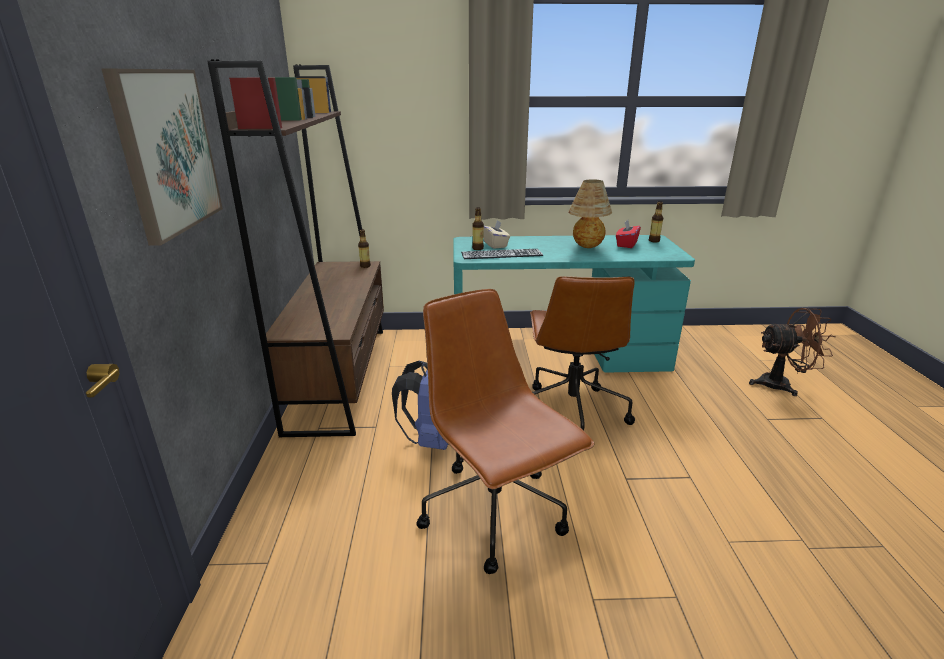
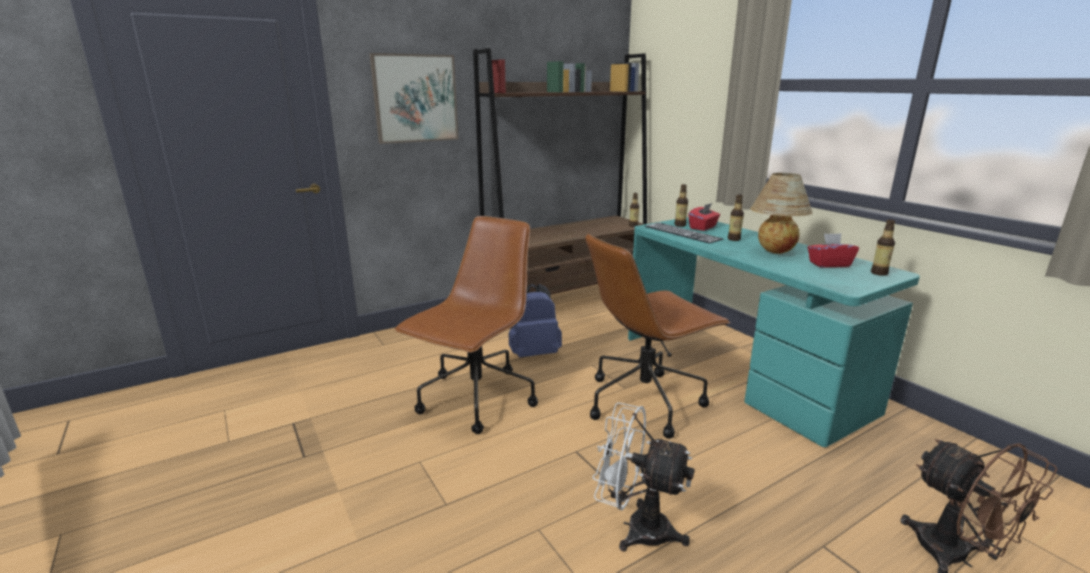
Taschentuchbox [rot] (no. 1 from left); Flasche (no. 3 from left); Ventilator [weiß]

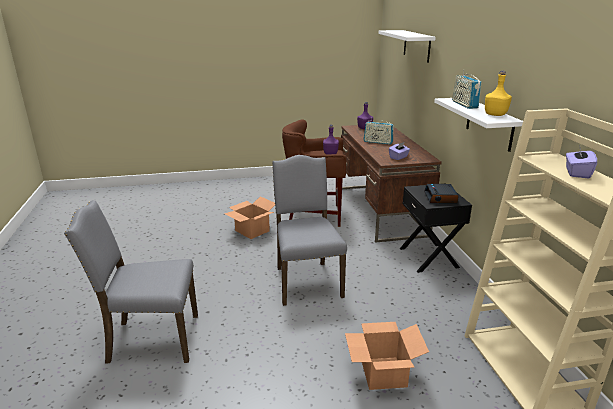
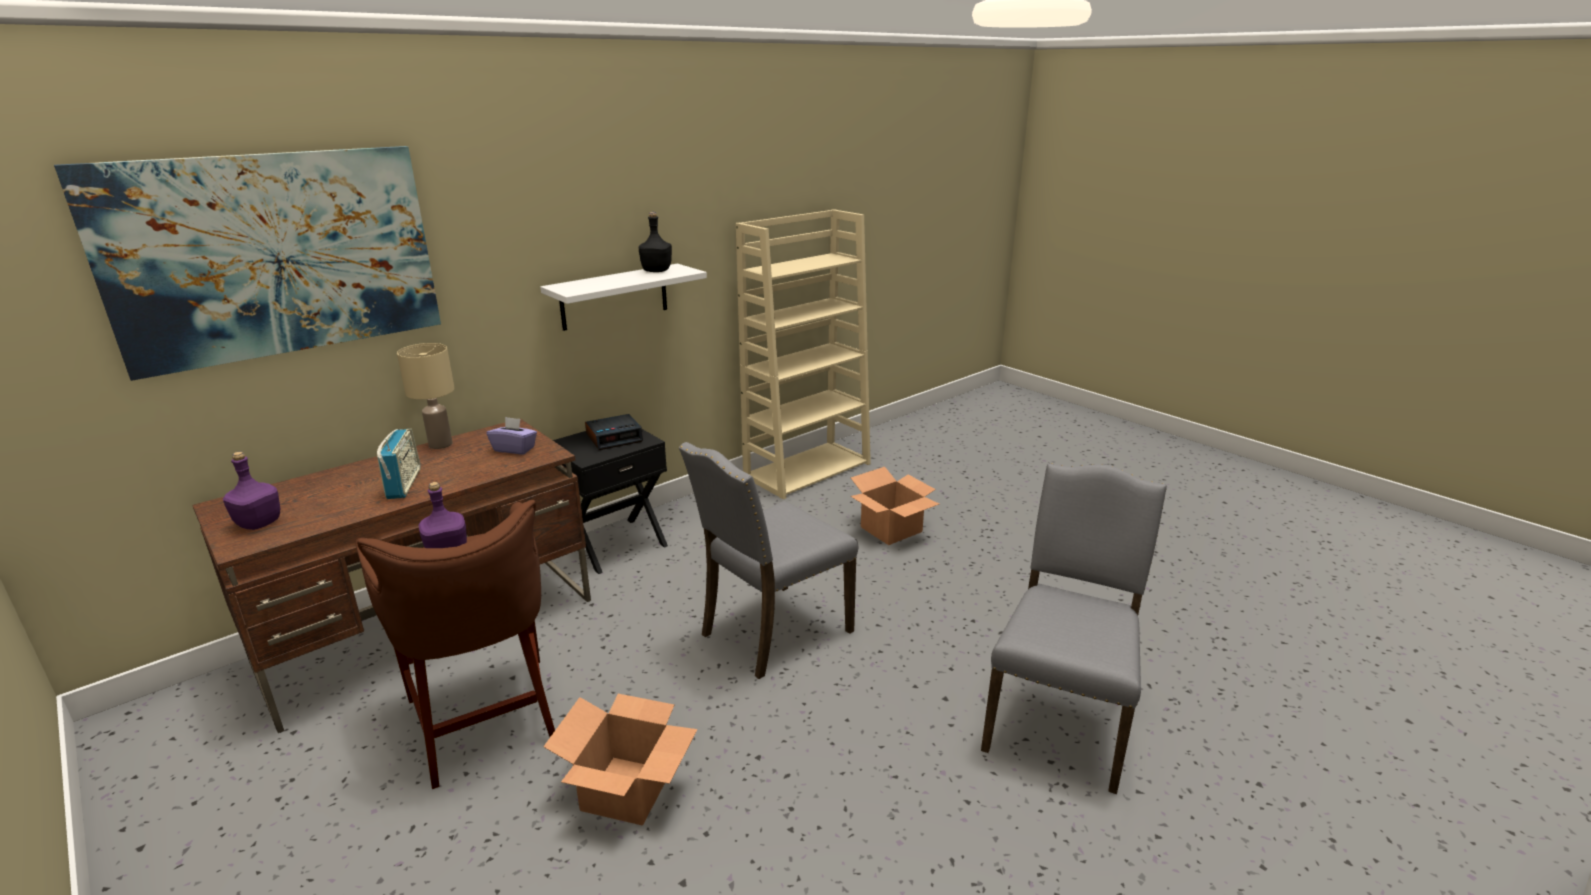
Bild; Radio (no. 2 from left in the first image); Flasche [schwarz]; Taschentuchbox [lila] (no. 2 from left in the first image); Stuhl [grau] (no. 2 from left); Tischlampe [beige]

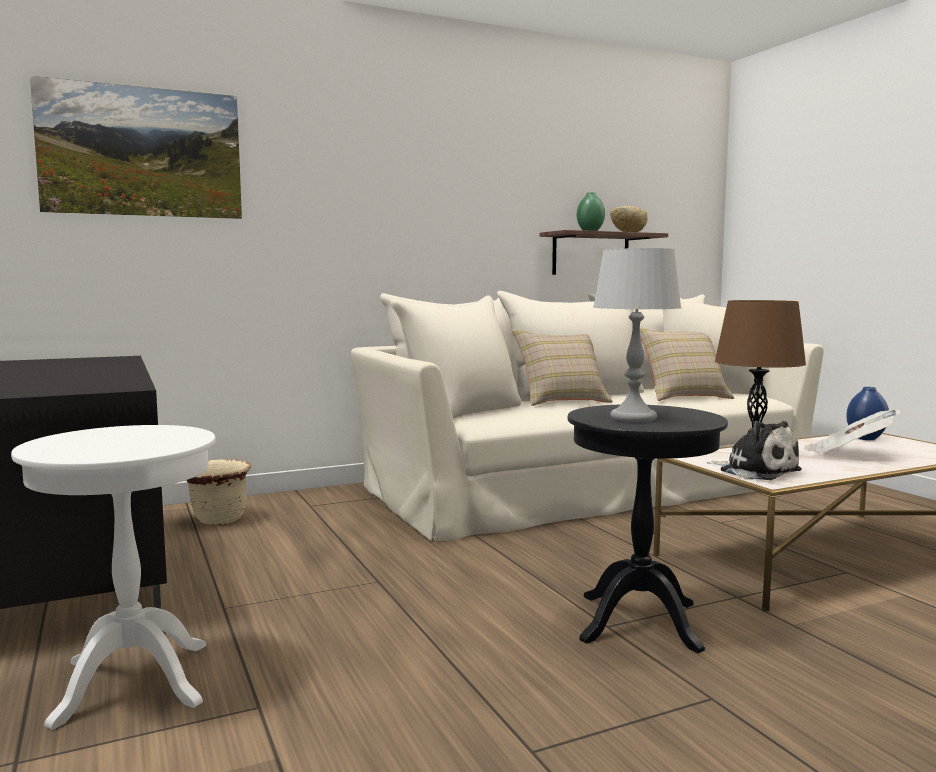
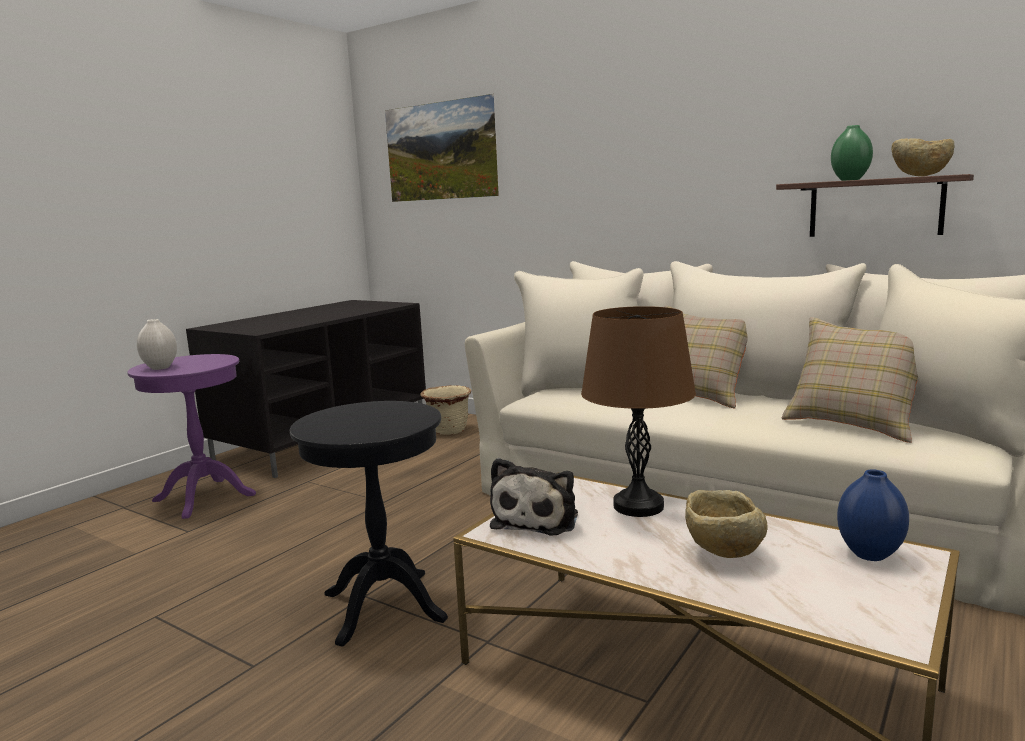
Tischlampe [grau]; Schüssel [beige] (no. 1 from left); Beistelltisch [lila]; Vase [weiß]

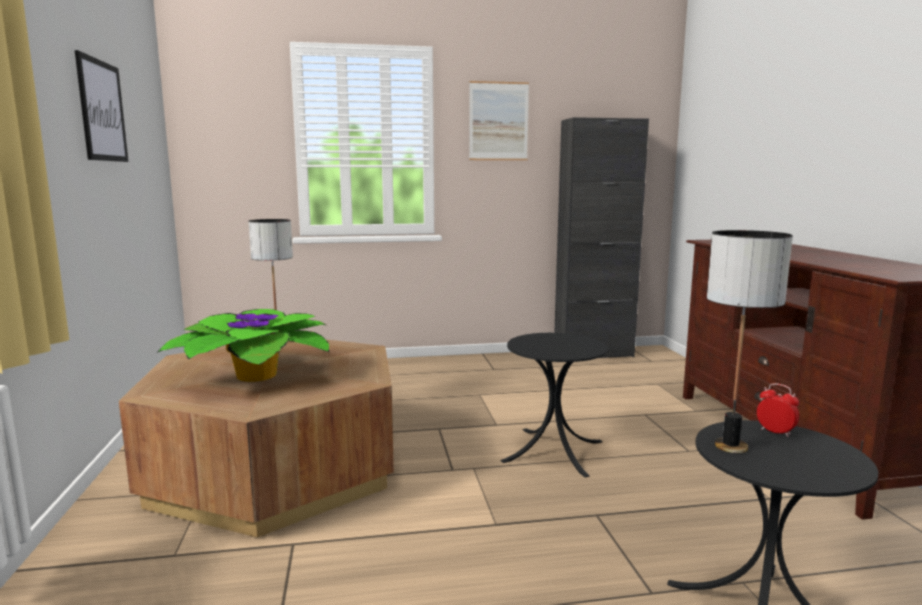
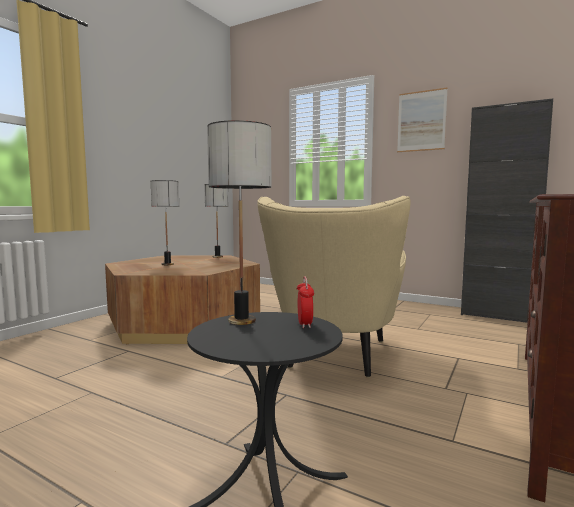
Bild (no. 1 from left in the first image); Tischlampe (no. 1 from left); Sessel [beige]

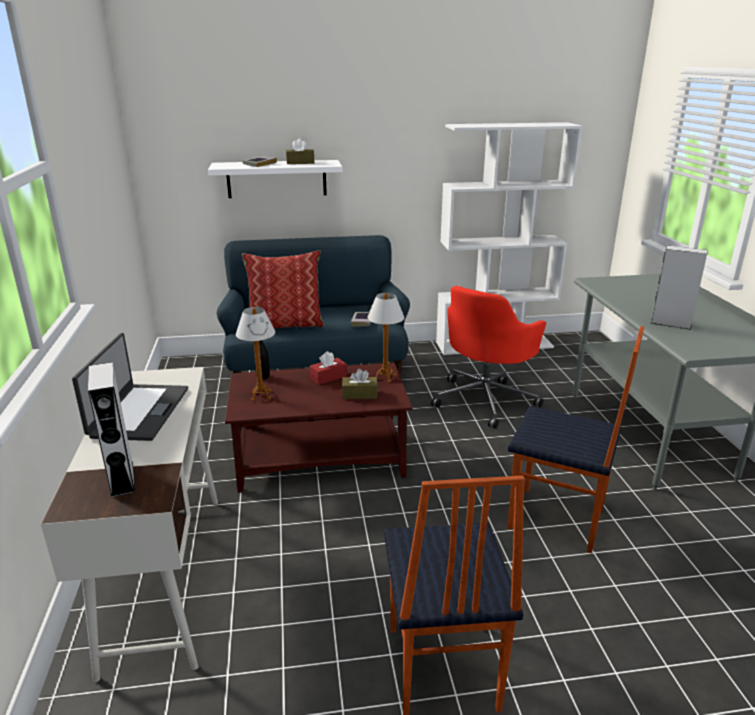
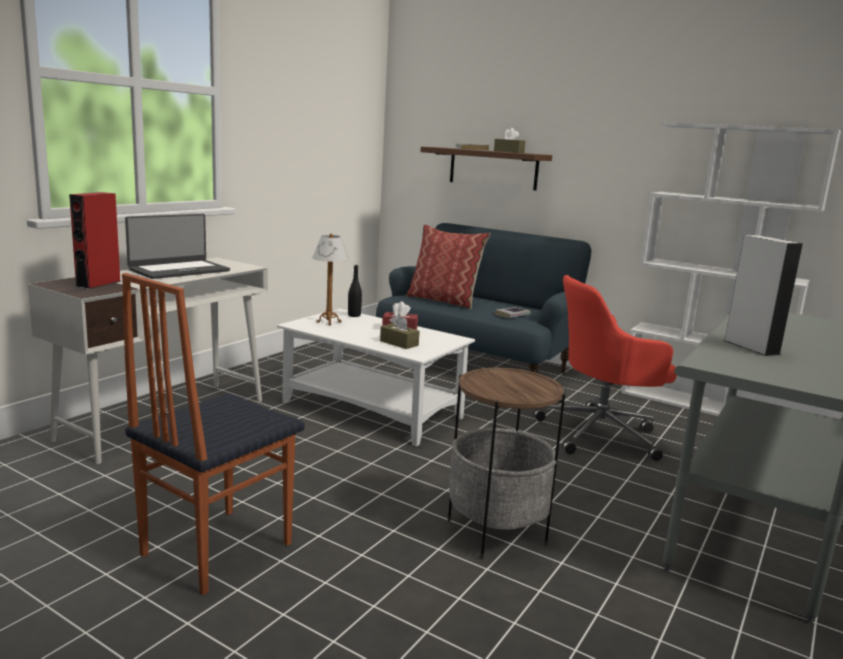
Wandregal [braun]; Tischlampe (no. 2 from left in the first image); Beistelltisch; Lautsprecher [rot]; Couchtisch [weiß]

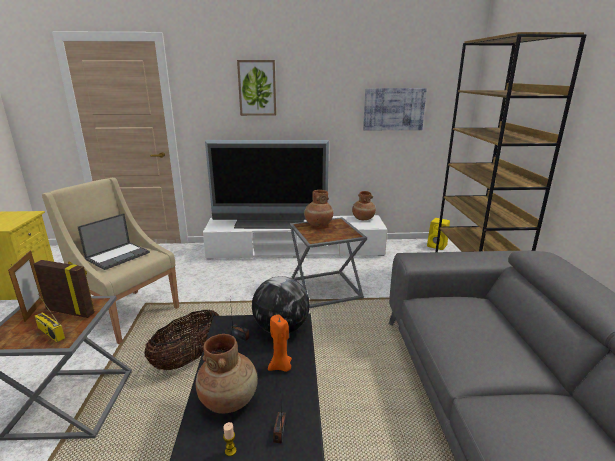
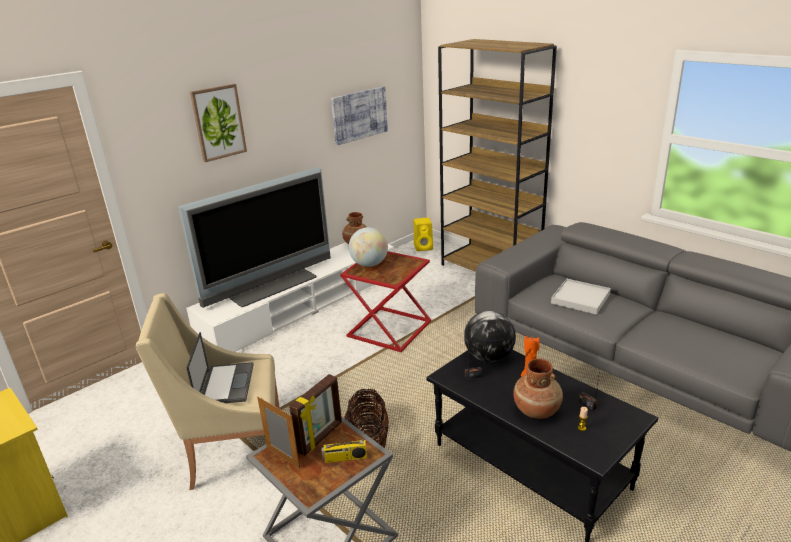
Globus (no. 1 from left); Beistelltisch [rot]; Bilderrahmen (no. 2 from left); Tablett [weiß]

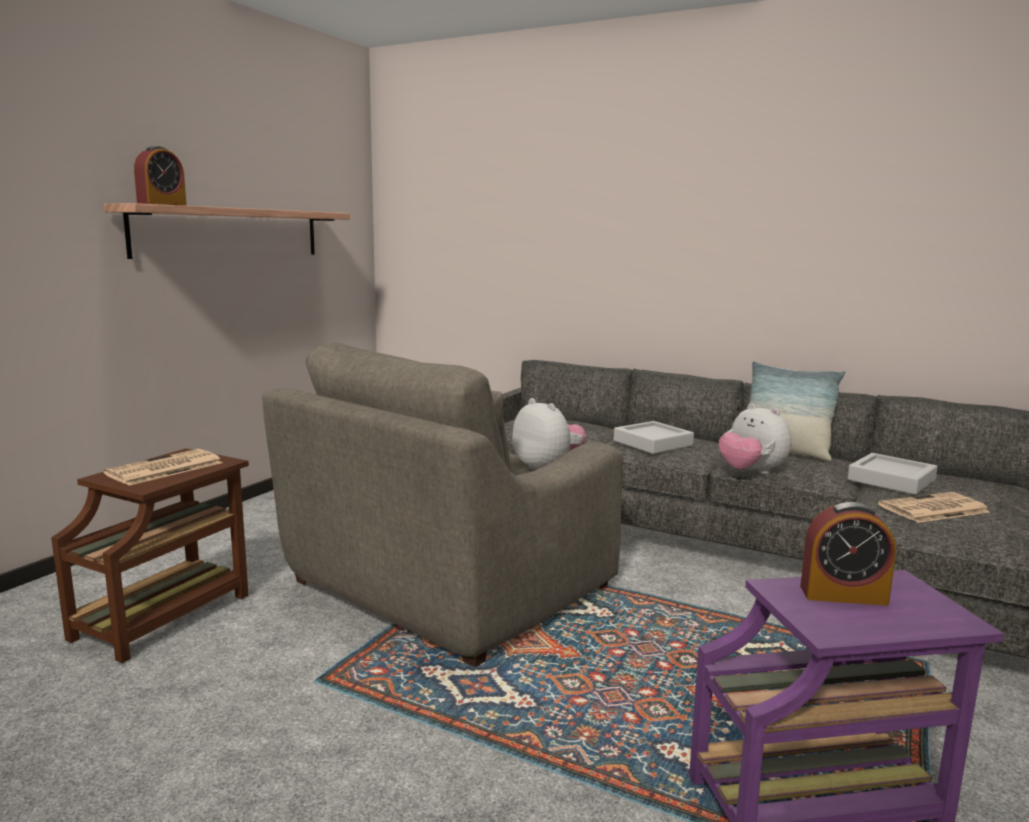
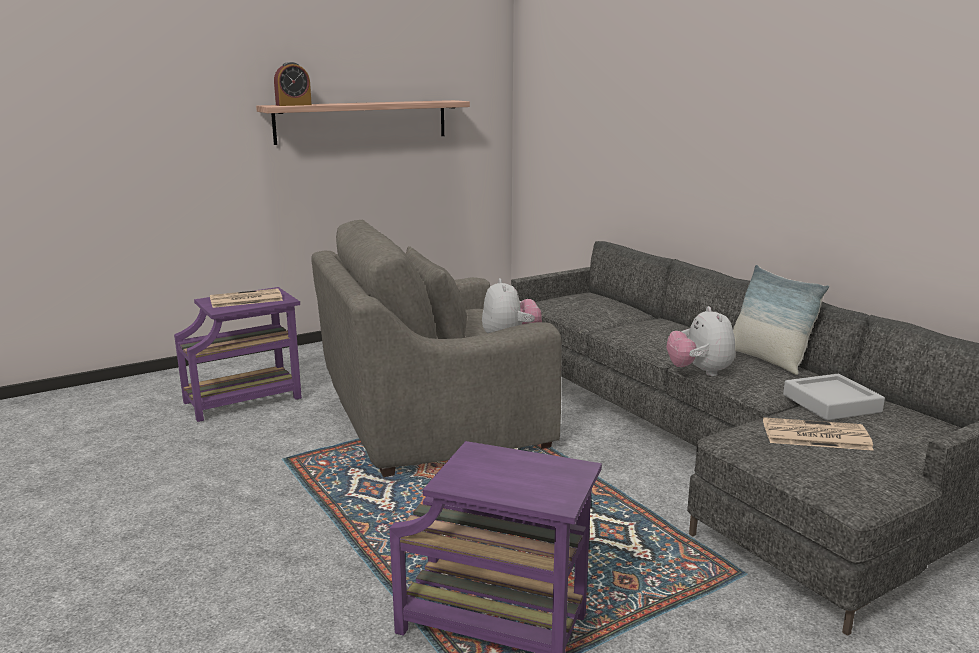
Tablett [grau] (no. 1 from left in the first image); Beistelltisch [lila] (no. 1 from left); Wecker (no. 2 from left in the first image)

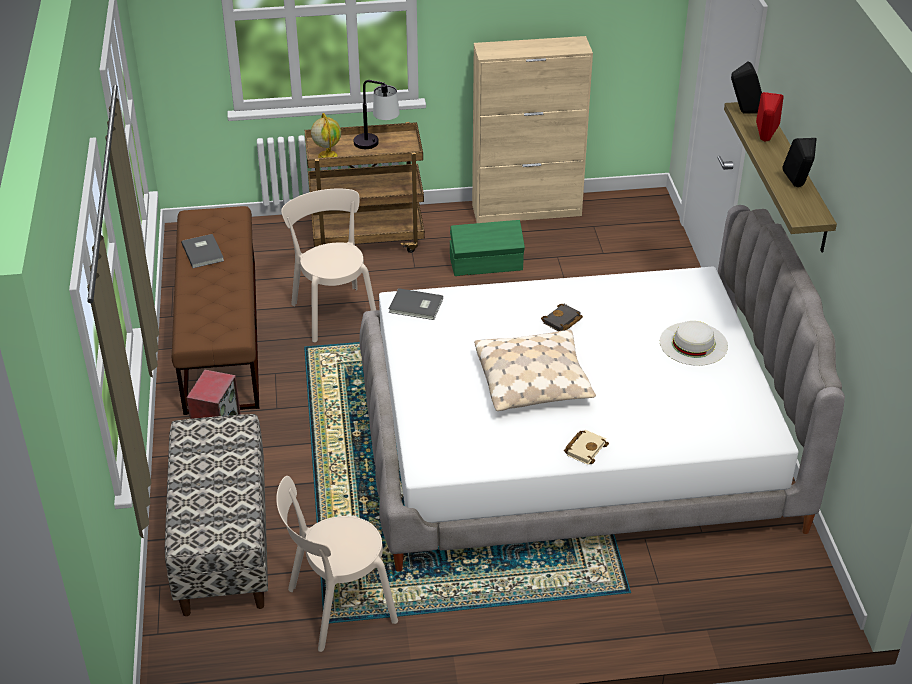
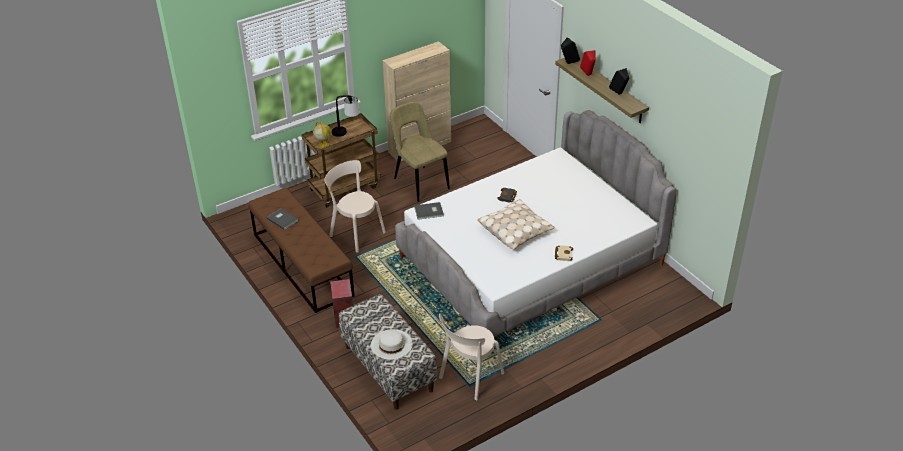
Stuhl [beige] (no. 2 from left); Hut [weiß]

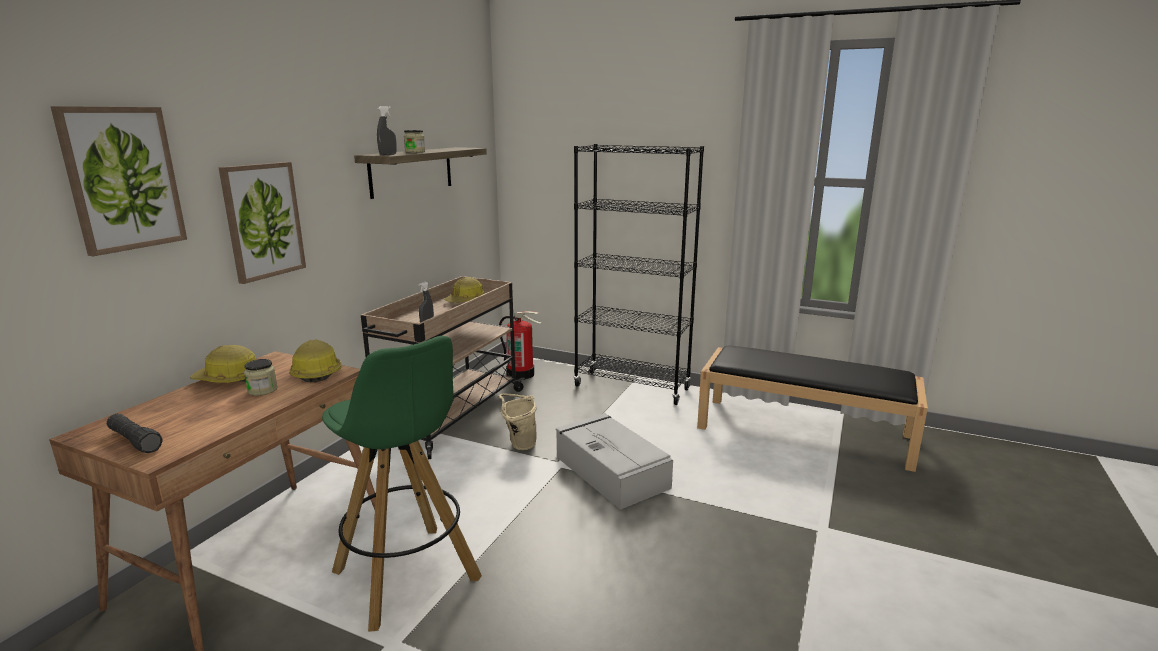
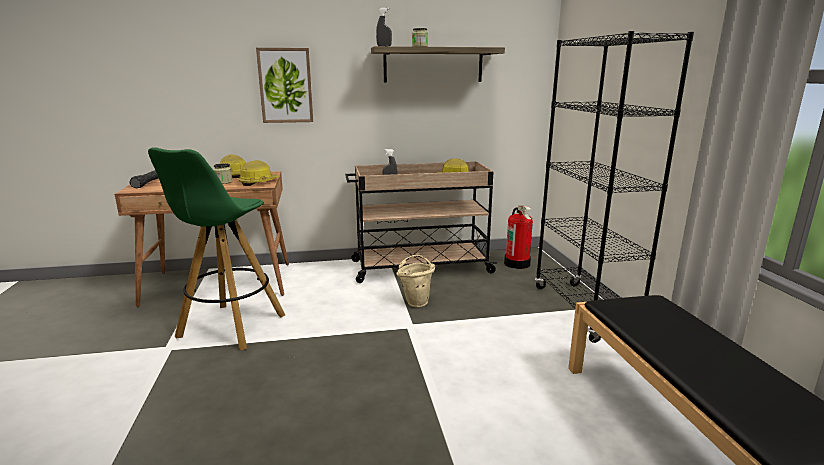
Bild (no. 1 from left in the first image); Aufbewahrungsbox [grau]

